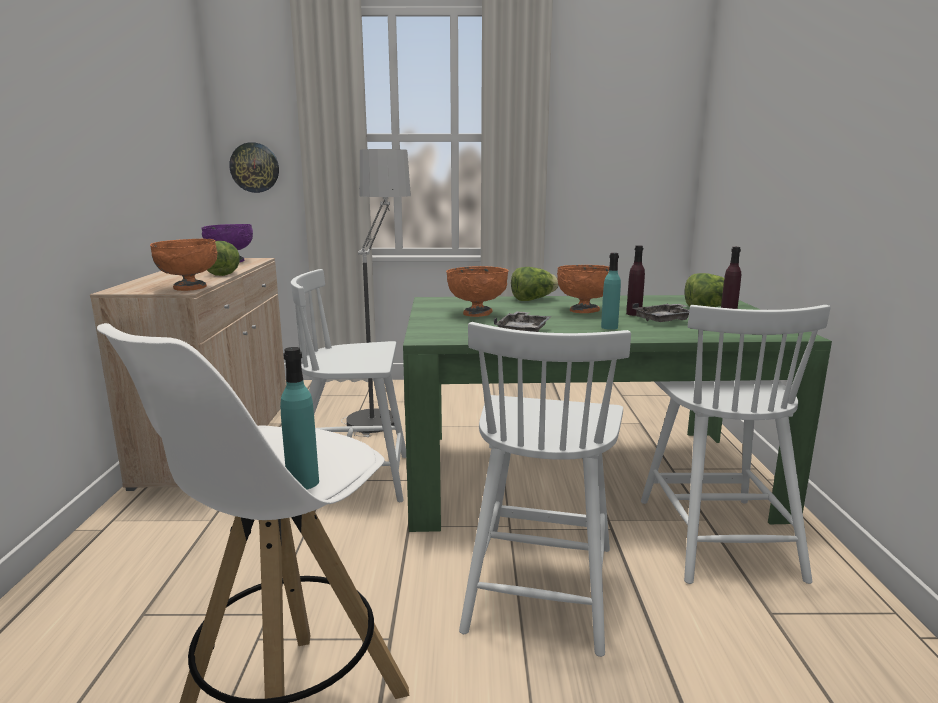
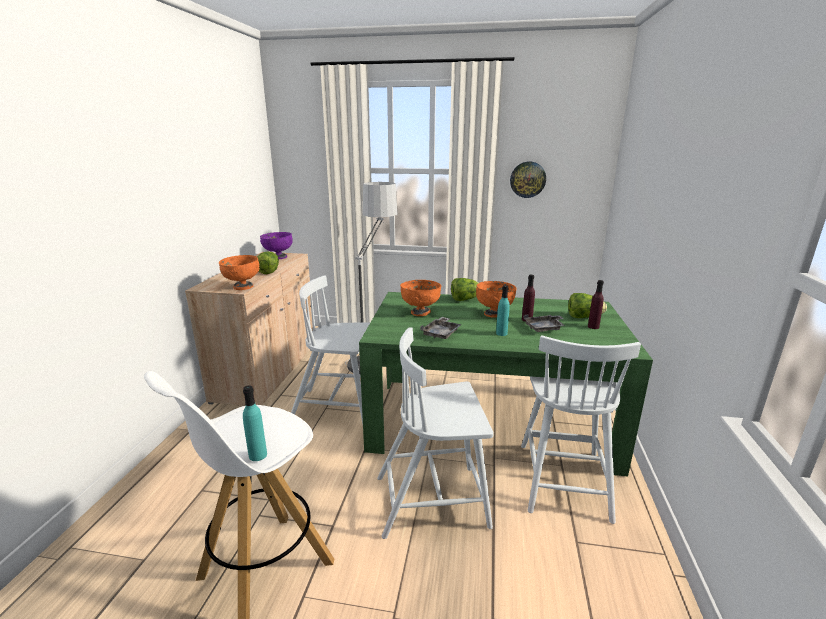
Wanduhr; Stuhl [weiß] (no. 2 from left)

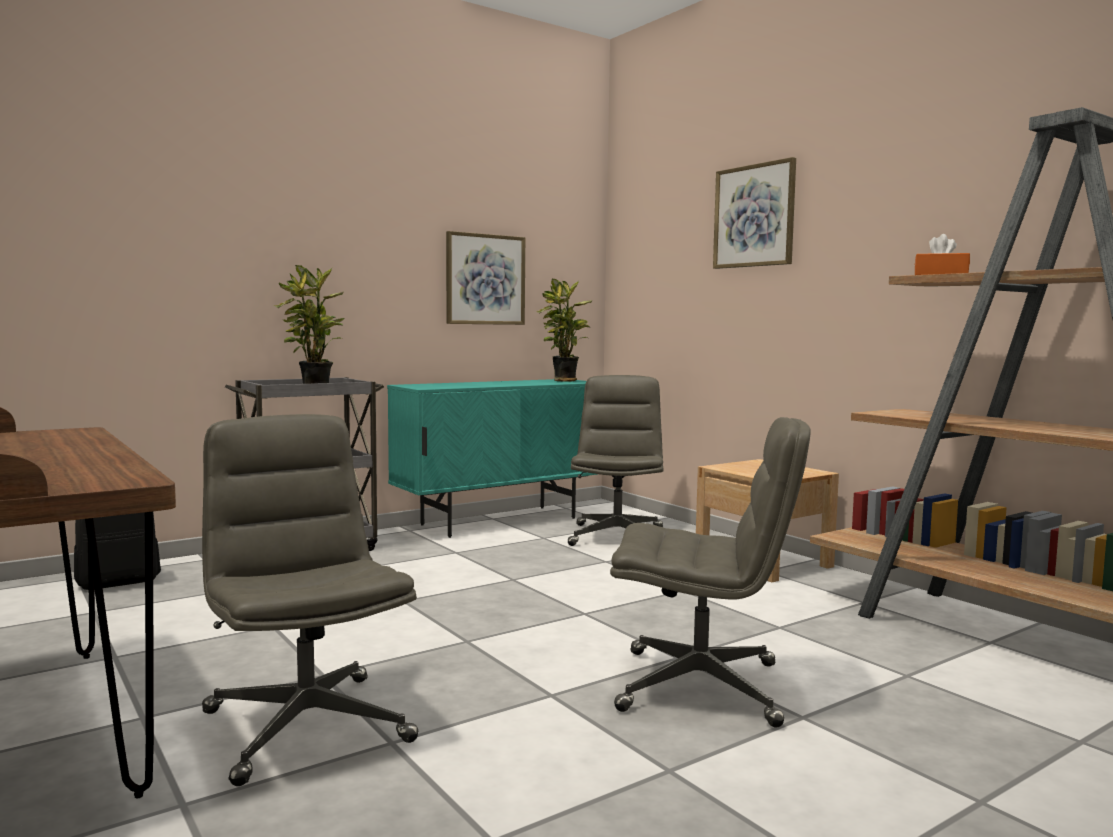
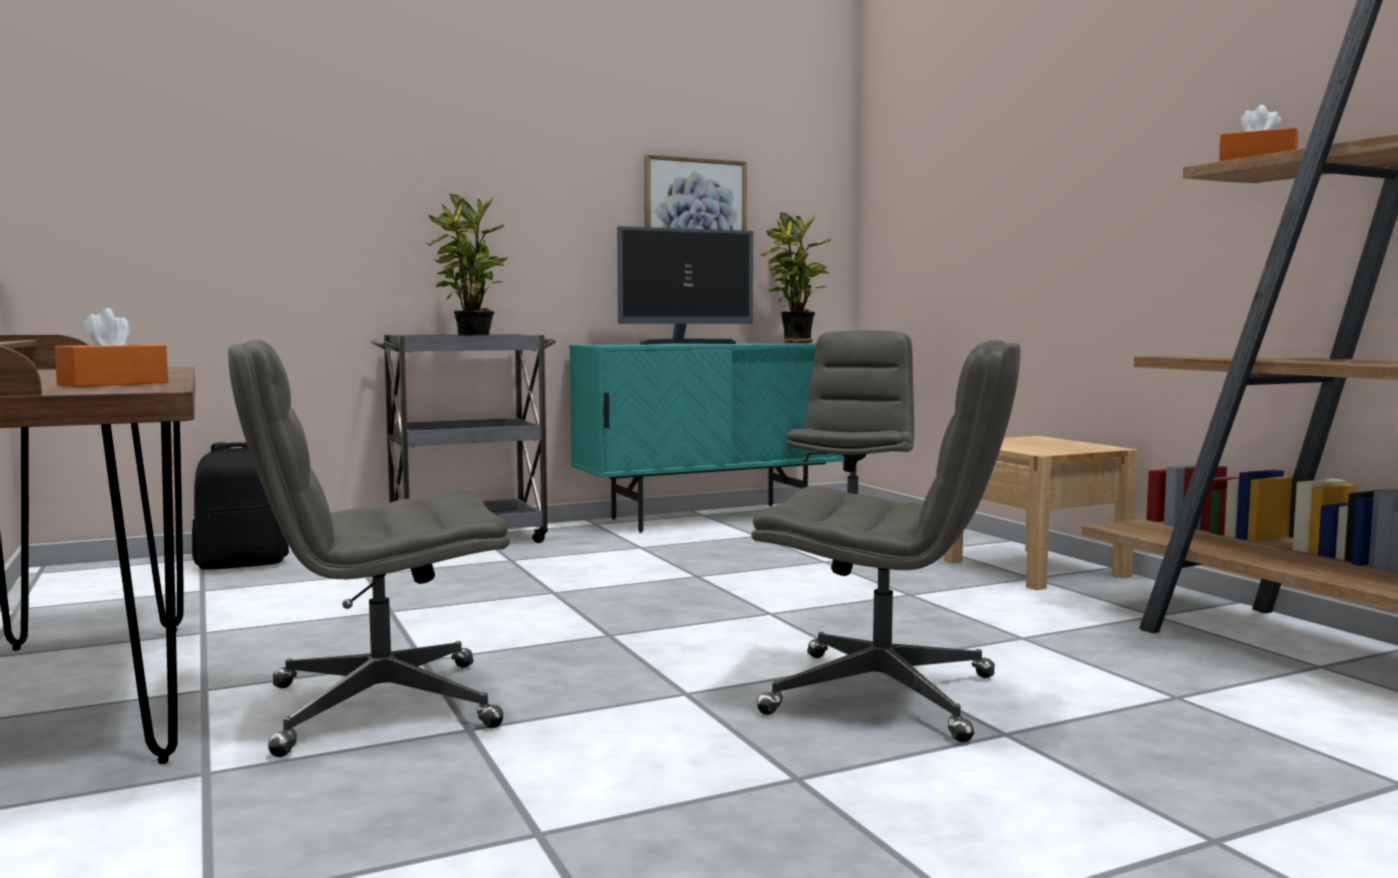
Bild (no. 2 from left in the first image); Bürostuhl [grau] (no. 1 from left); Monitor; Taschentuchbox [orange] (no. 1 from left)

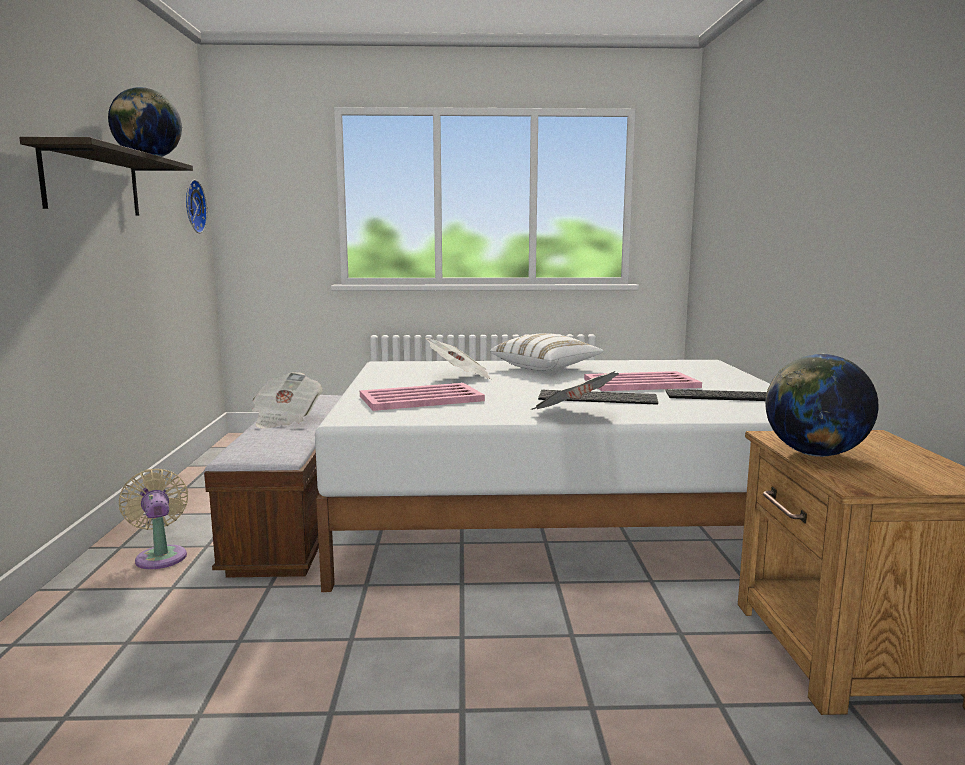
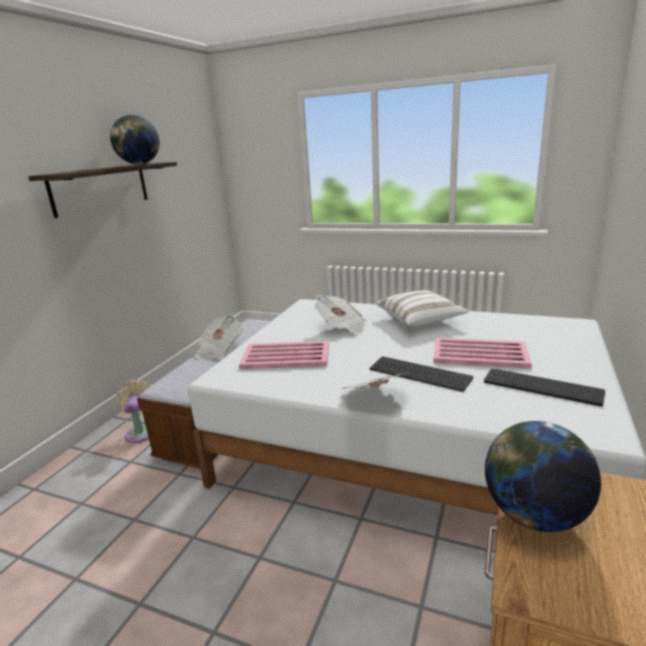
Wanduhr

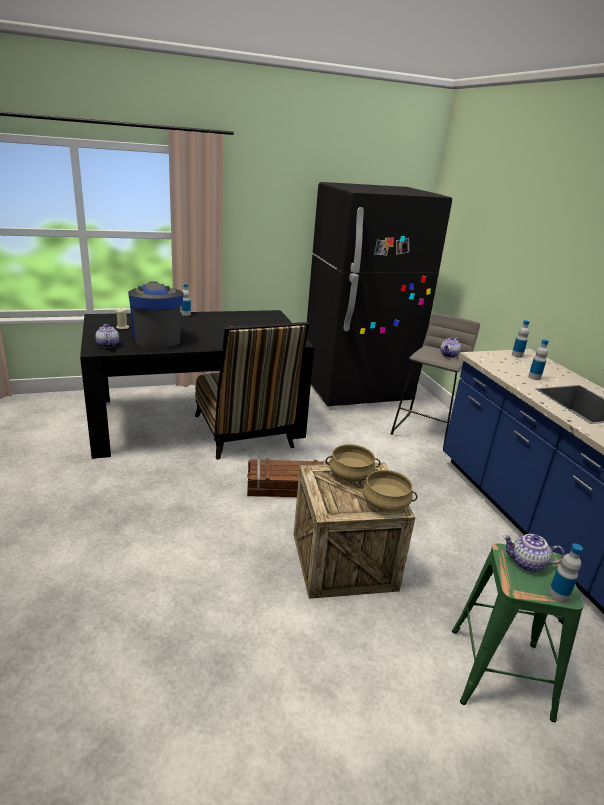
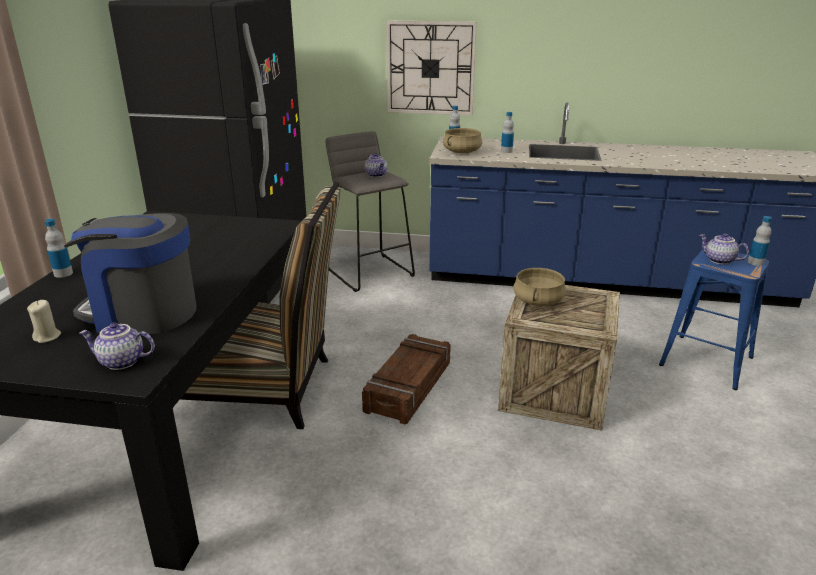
Kochtopf [beige] (no. 1 from left); Teekanne (no. 3 from left); Hocker [blau]; Wanduhr

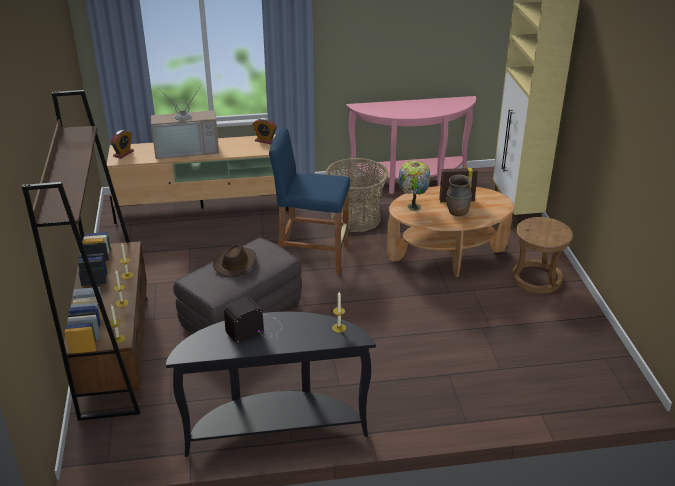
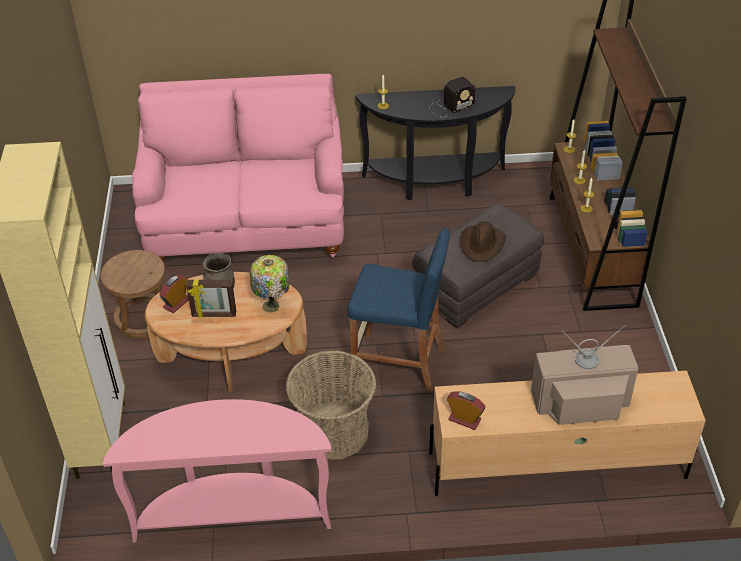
Wecker (no. 1 from left); Sofa [rosa]

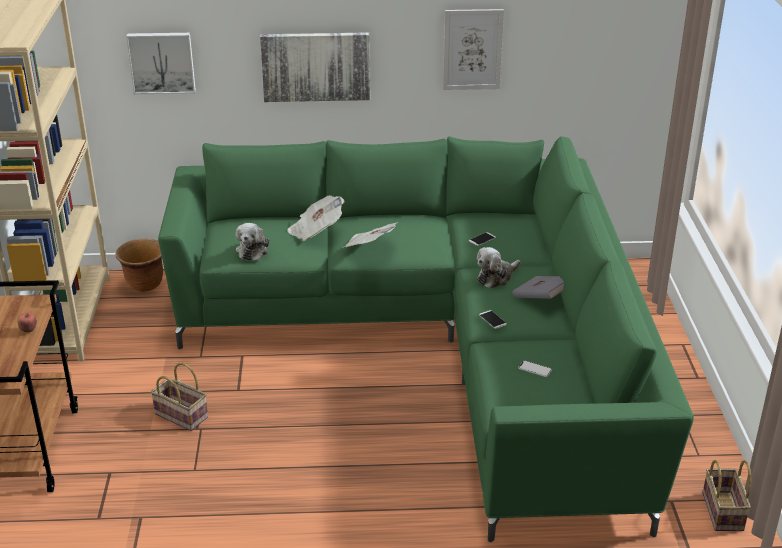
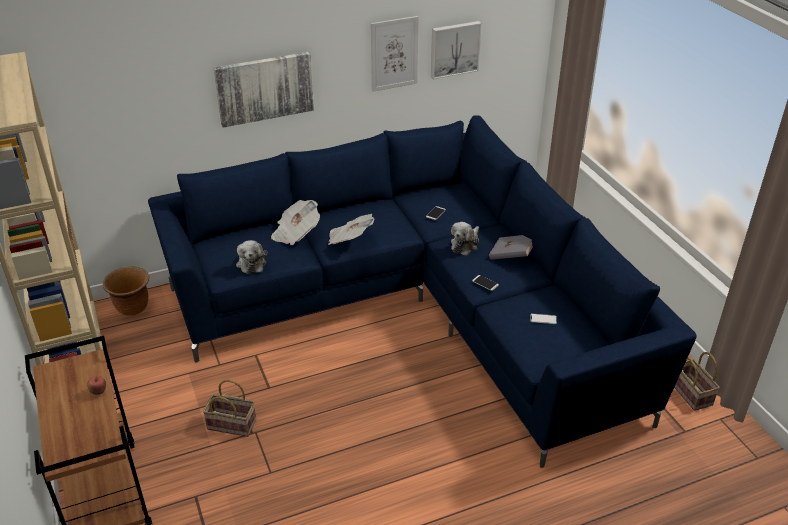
Bild (no. 3 from left); Sofa [blau]

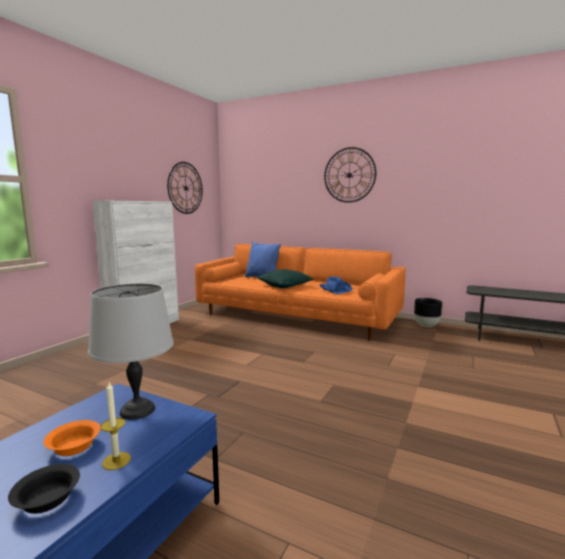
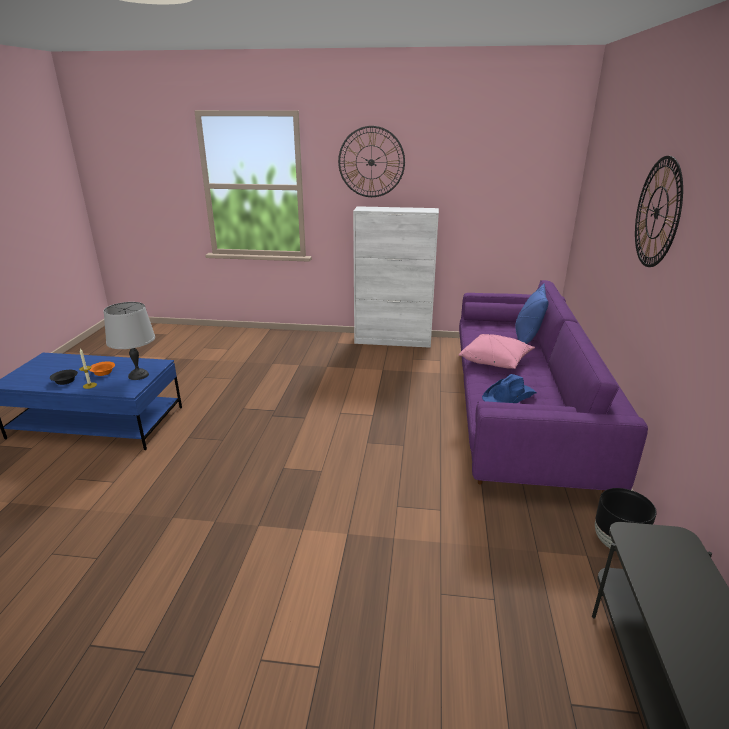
Wanduhr (no. 1 from left); Sofa [lila]; Kissen [rosa]

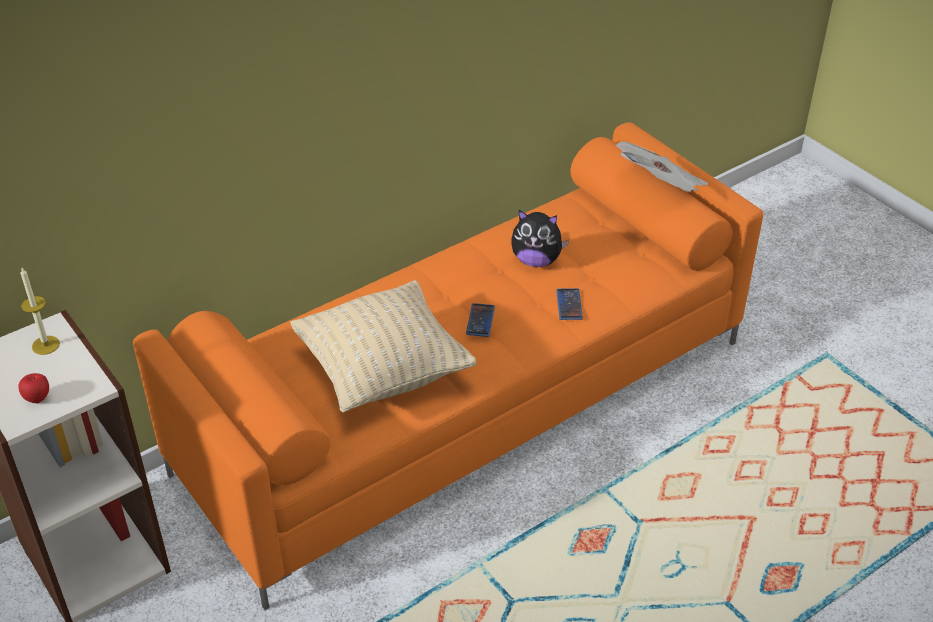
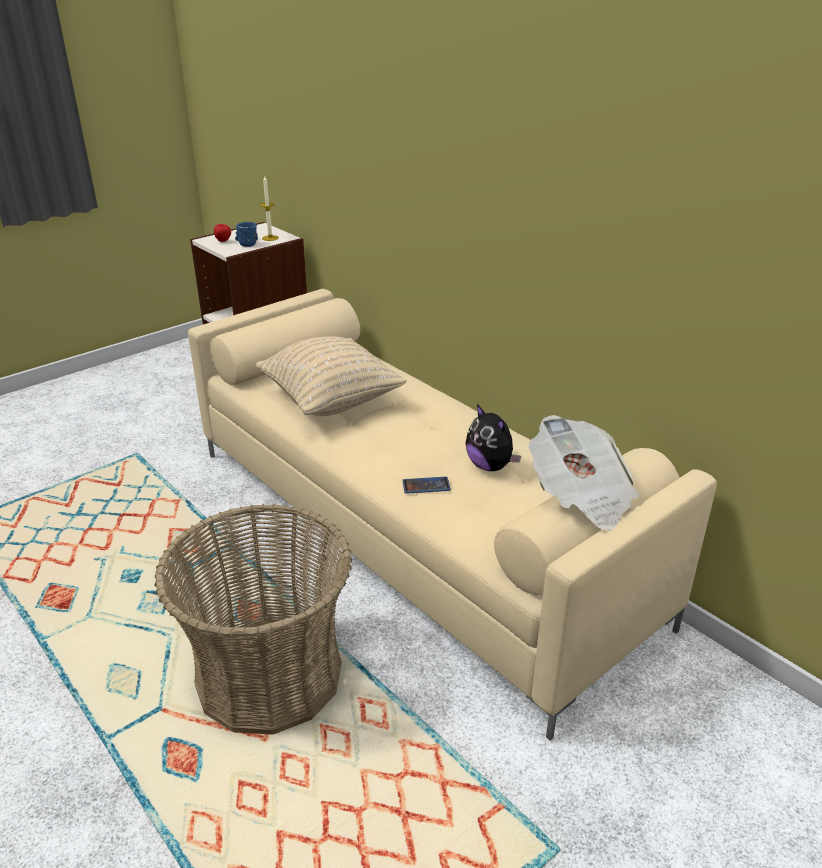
Sofa [beige]; Plüschtier; Handy (no. 1 from left in the first image); Henkelbecher [blau]; Korb

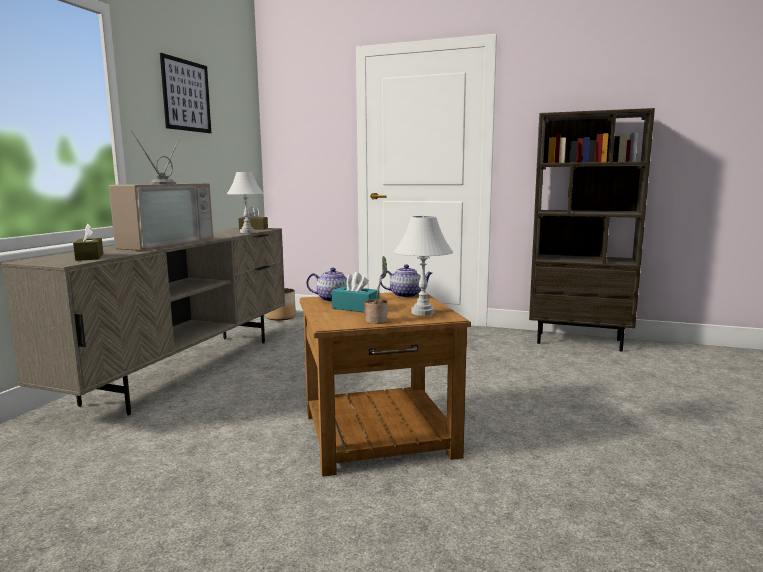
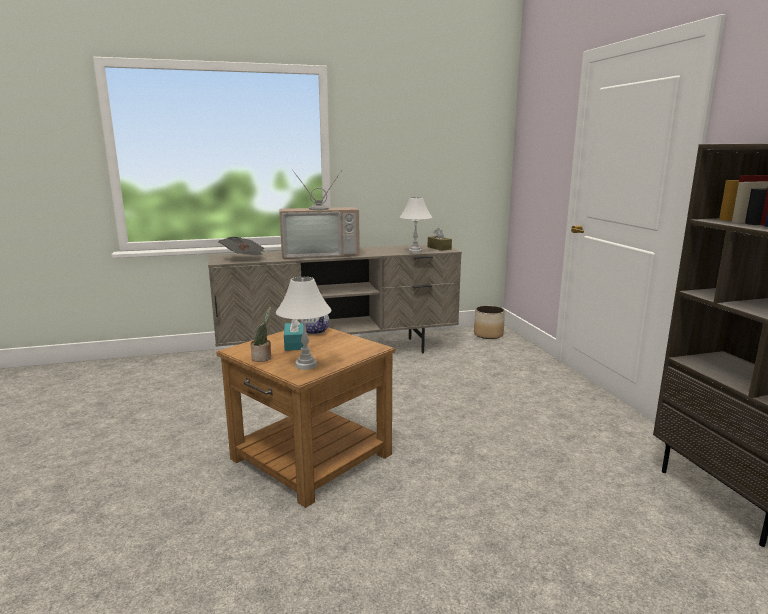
Bild; Zeitung; Teekanne (no. 2 from left in the first image)

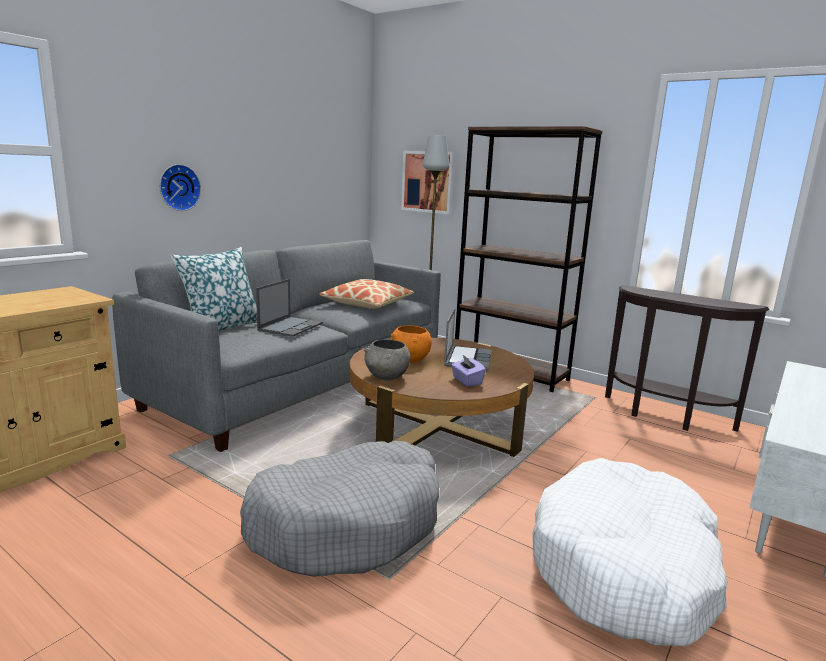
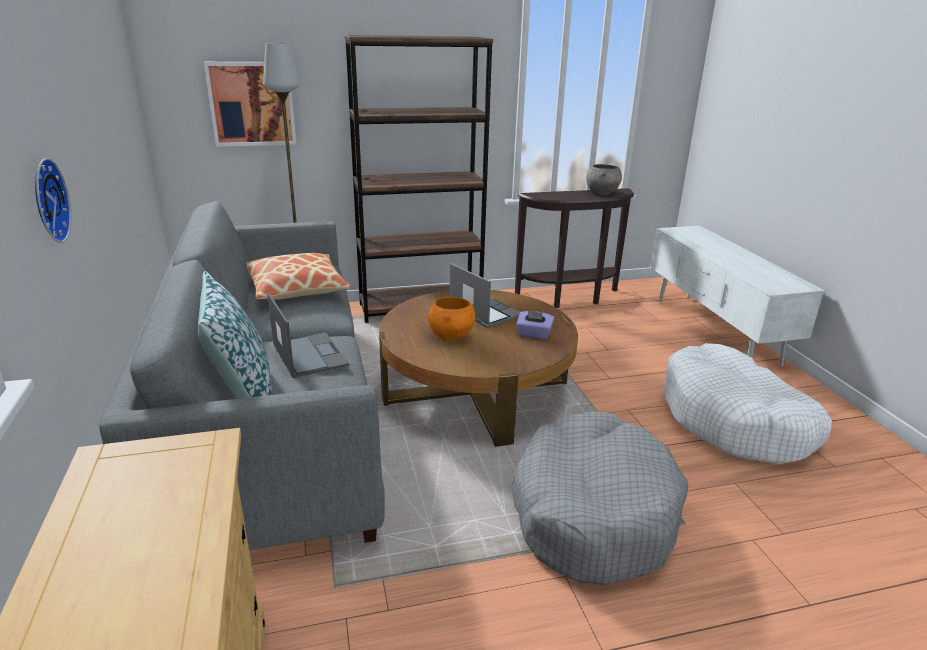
Schüssel [grau]

